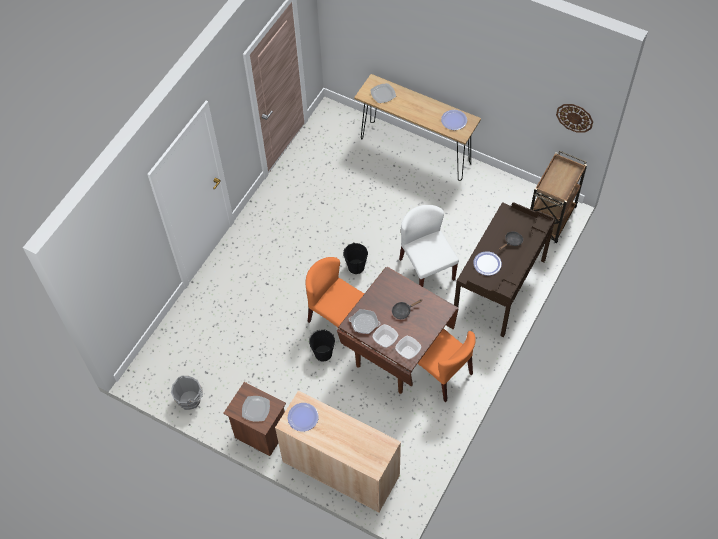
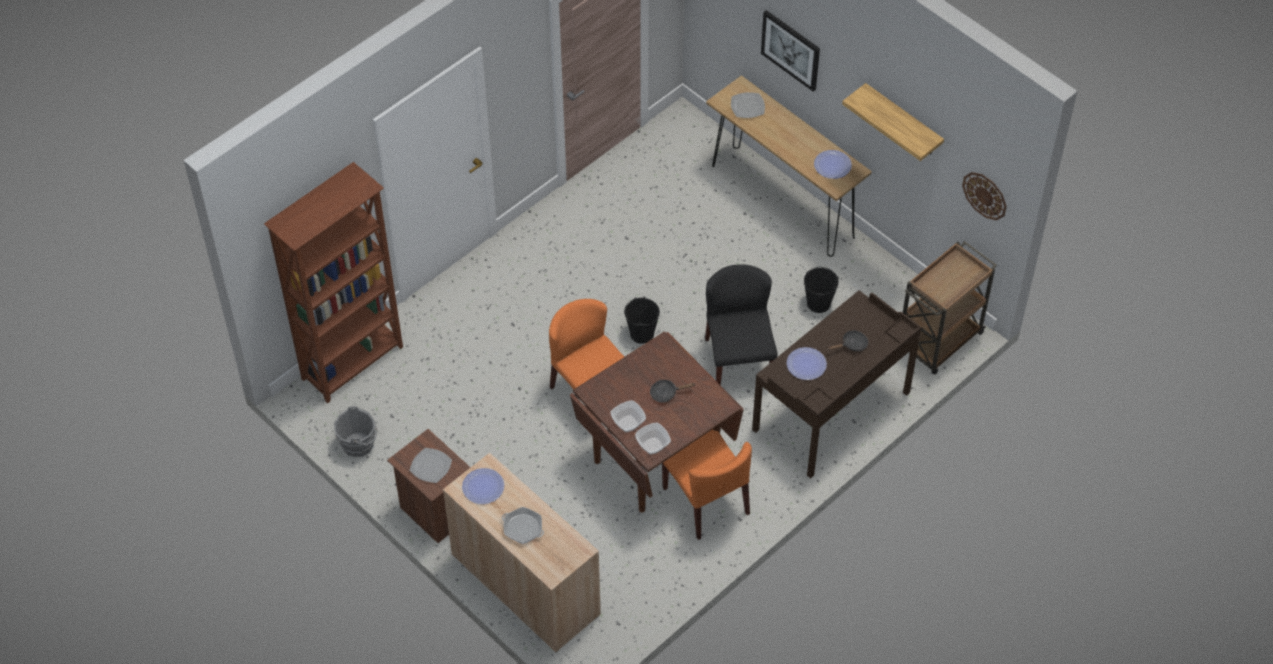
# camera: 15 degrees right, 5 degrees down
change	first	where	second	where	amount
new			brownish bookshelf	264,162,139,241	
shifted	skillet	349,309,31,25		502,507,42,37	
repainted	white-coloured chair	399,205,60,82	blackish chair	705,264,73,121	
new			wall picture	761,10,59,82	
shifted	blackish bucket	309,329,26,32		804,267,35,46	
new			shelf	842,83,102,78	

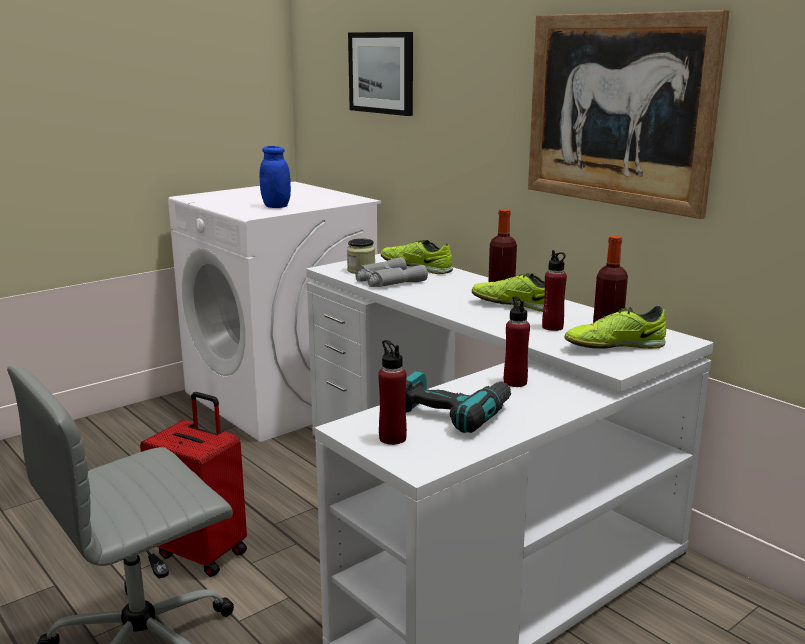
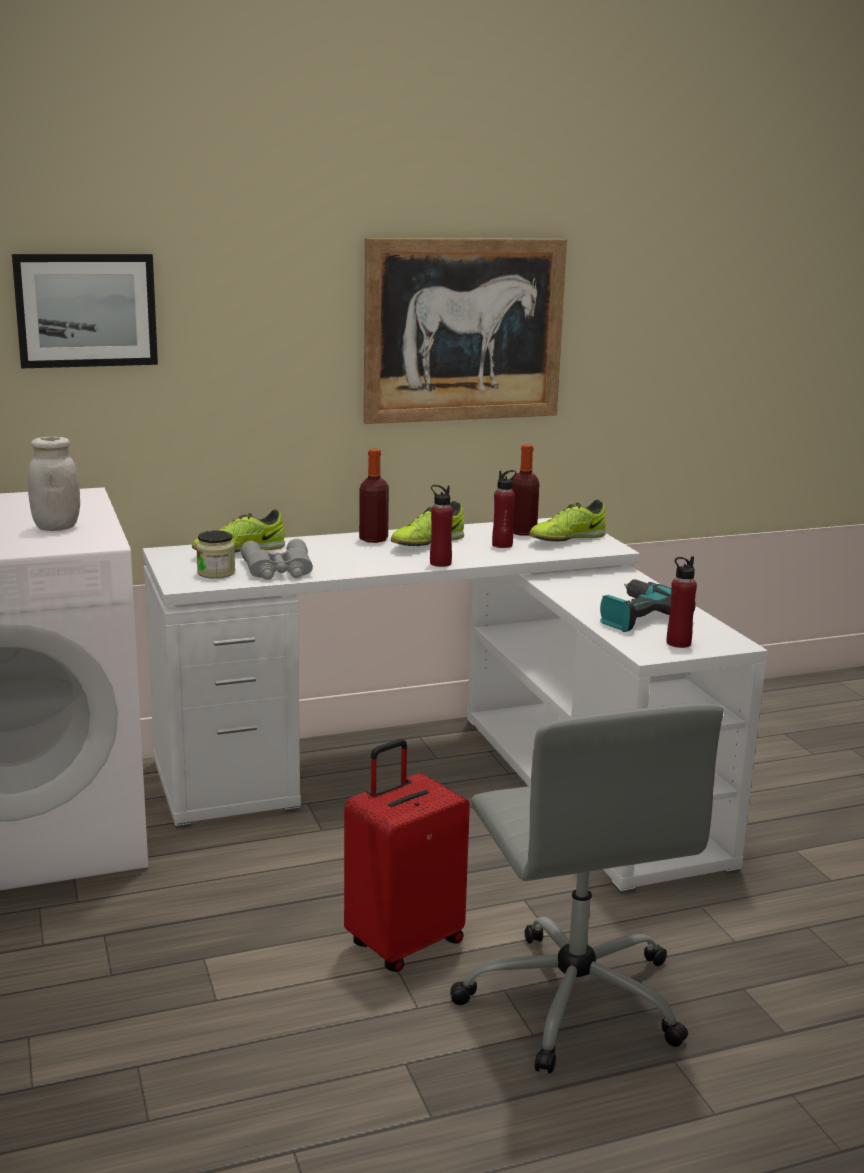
# camera: 70 degrees left, 0 degrees up
change	first	where	second	where	amount
repainted	blue storage jar	260,146,31,62	white-coloured storage jar	28,437,52,94	
shifted	red-coloured bottle	504,296,26,91		430,485,23,82	
rotated	shoe	564,306,102,43		529,499,77,43	45 degrees clockwise

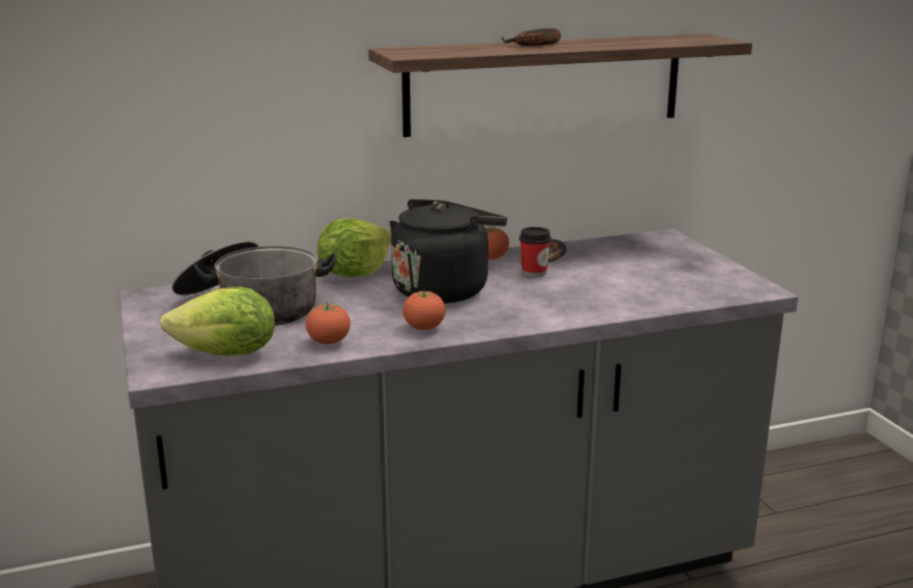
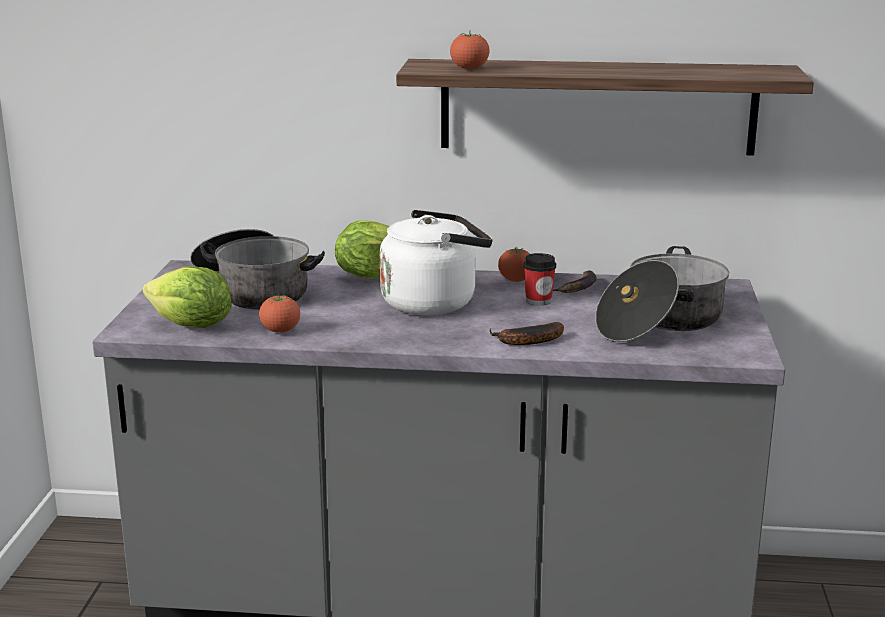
# camera: 25 degrees right, 0 degrees up
change	first	where	second	where	amount
repainted	blackish kettle	390,199,117,105	white-coloured kettle	380,210,113,105	
shifted	tomato	403,290,43,40		450,31,40,38	
shifted	banana	501,28,60,18		490,322,74,23	
new			saucepot	595,246,134,96	

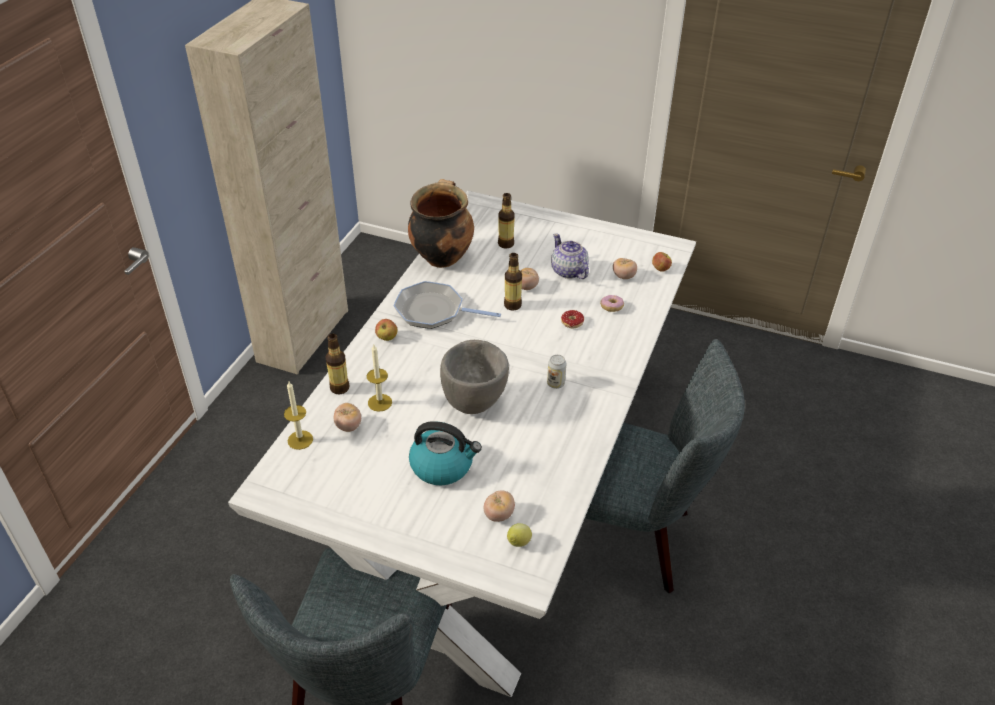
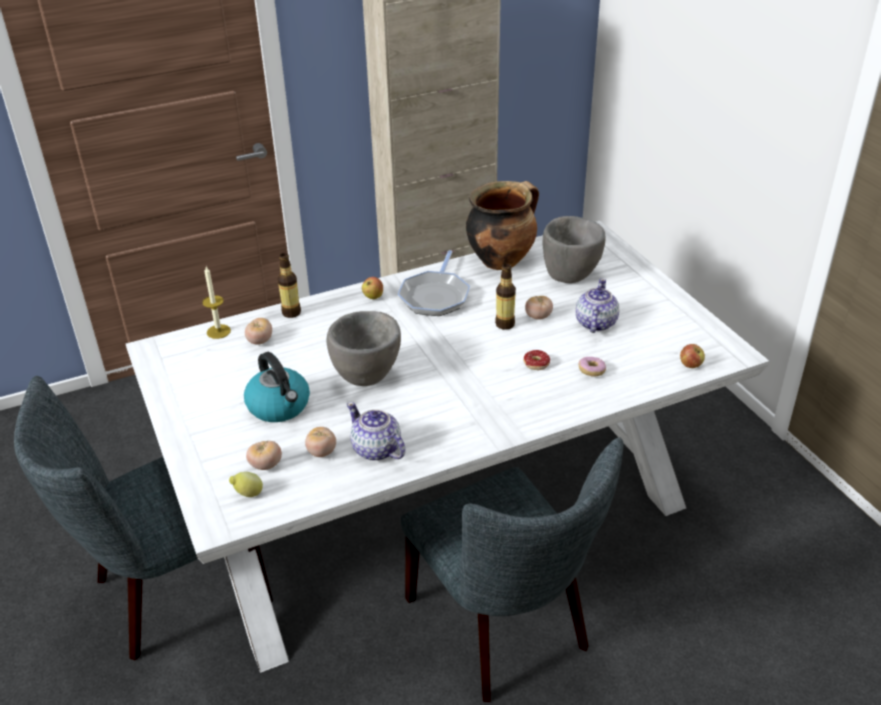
# camera: 45 degrees right, 5 degrees down
change	first	where	second	where	amount
shifted	tomato	613,258,24,21		305,427,31,30	
new			teapot	347,402,59,59	
rotated	skillet	393,281,108,48		398,250,72,66	135 degrees counterclockwise
swapped	bottle	498,193,17,55	gray deep dish	543,216,63,67	
gone	wax light	367,345,25,67			
gone	sealed can	547,355,19,34			

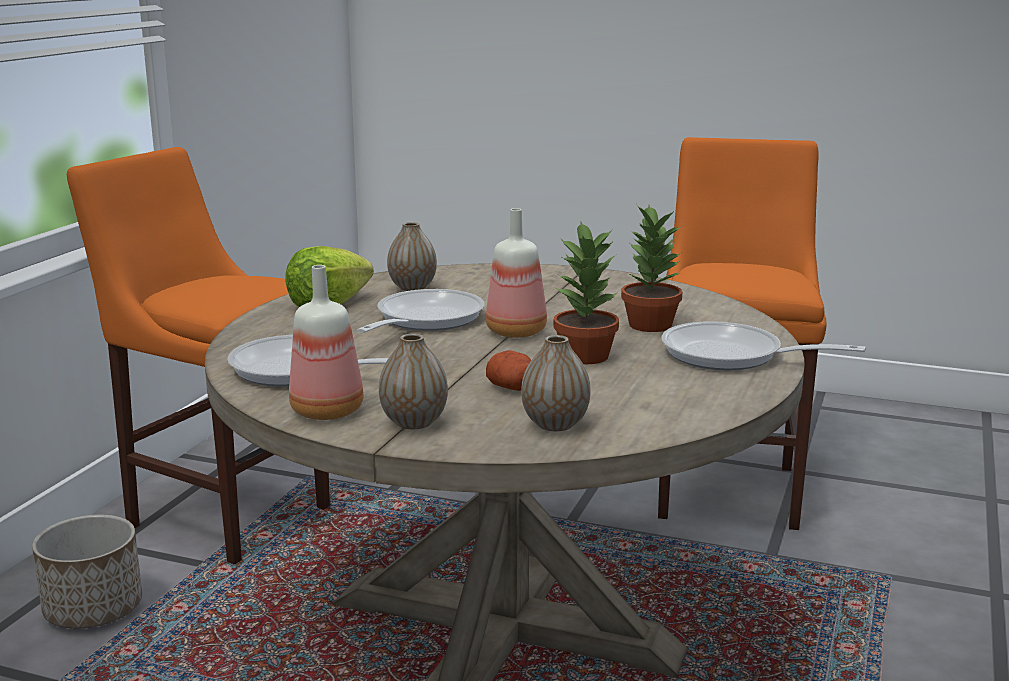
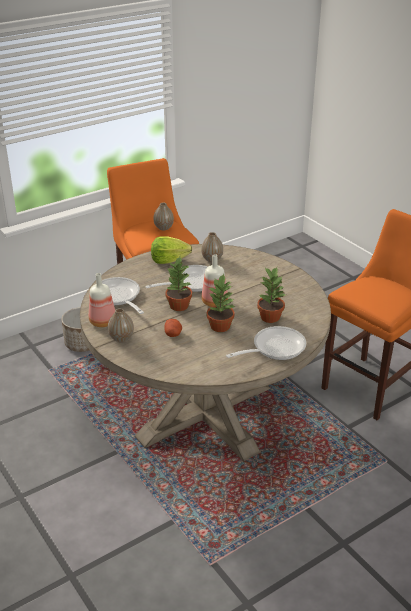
# camera: 35 degrees right, 15 degrees up
change	first	where	second	where	amount
shifted	flower vase	521,335,69,96		154,203,20,27	
new			potted plant	166,257,26,54	
rotated	skillet	661,321,205,49		226,326,80,34	90 degrees clockwise

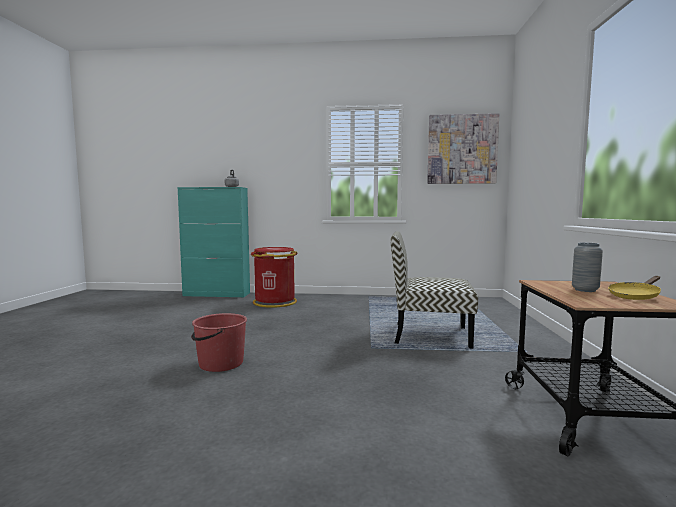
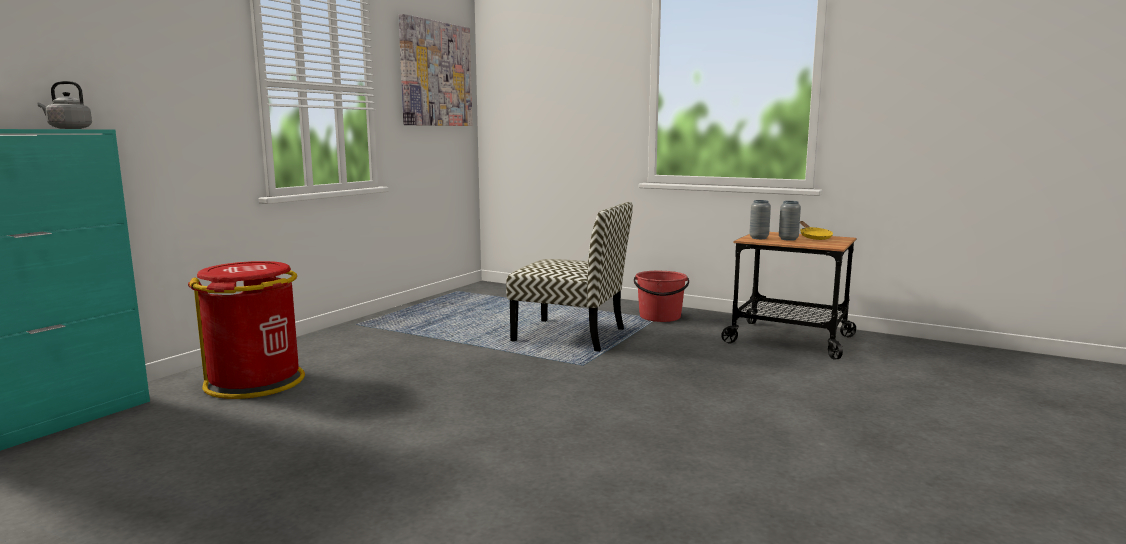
# camera: 65 degrees left, 5 degrees up
change	first	where	second	where	amount
rotated	chair	391,231,87,118		506,202,127,150	105 degrees counterclockwise
shifted	red-coloured bucket	191,313,56,59		634,271,55,51	
new			gray flower vase	749,200,22,39	

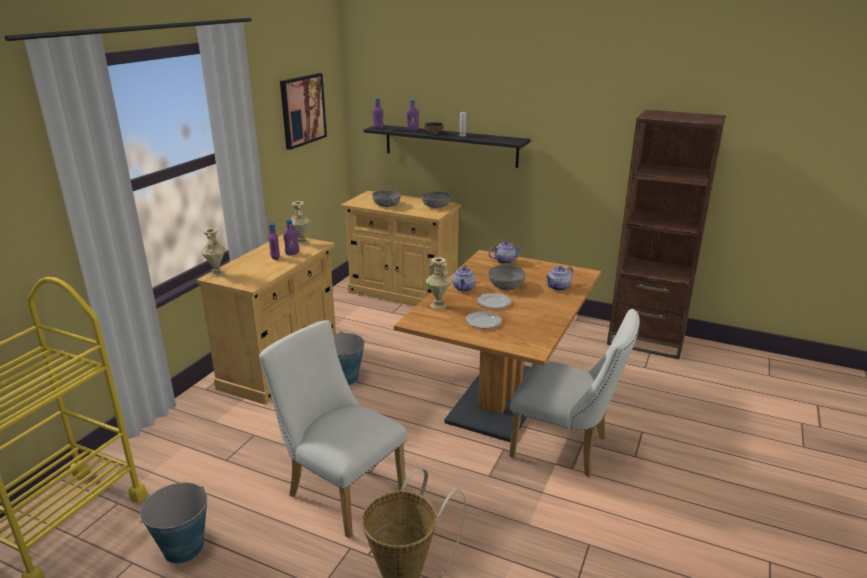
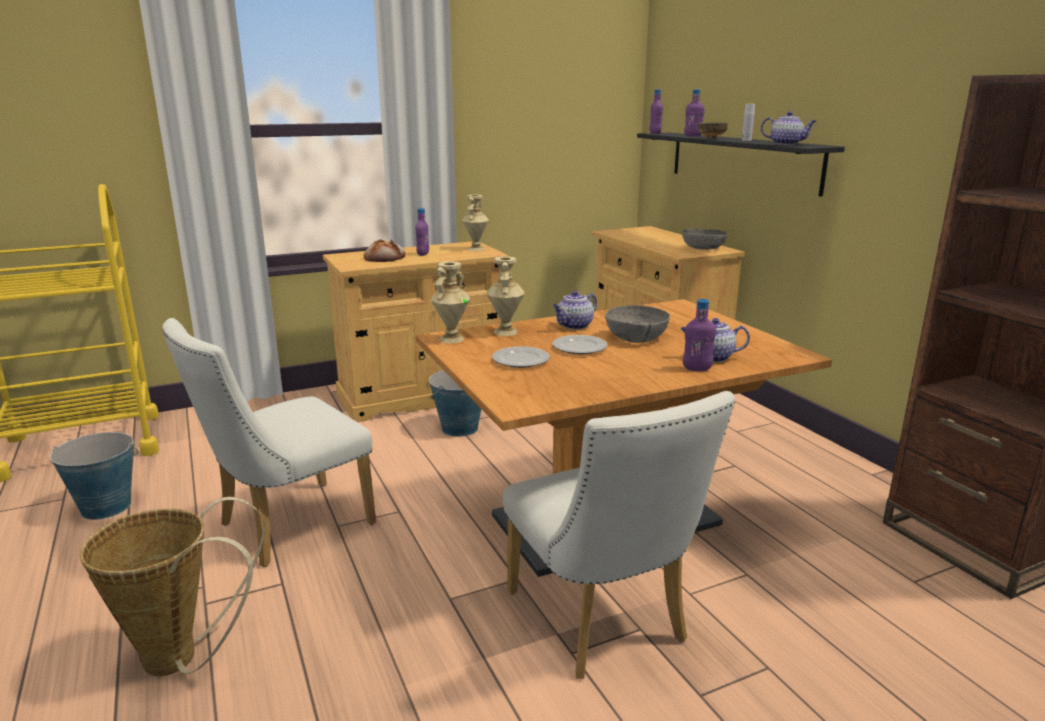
# camera: 40 degrees right, 5 degrees down
change	first	where	second	where	amount
rotated	white-coloured chair	259,320,148,218		163,318,213,249	120 degrees counterclockwise
new			bread	364,239,42,23	
shifted	beige flower vase	201,228,25,49		431,261,39,82	
shifted	purple-coloured bottle	283,219,16,36		683,299,33,72	
shifted	teapot	488,241,34,23		761,111,55,34	
gone	wall picture	280,73,47,77			
gone	gray deep dish	372,190,29,17			

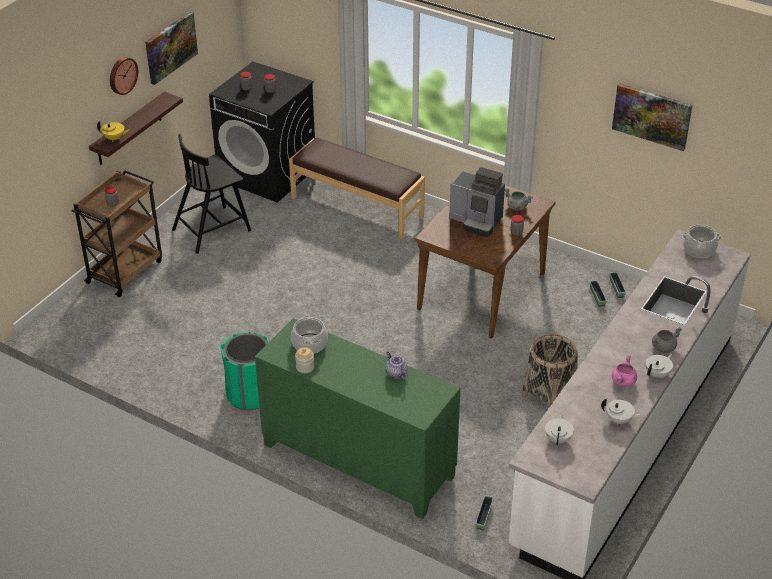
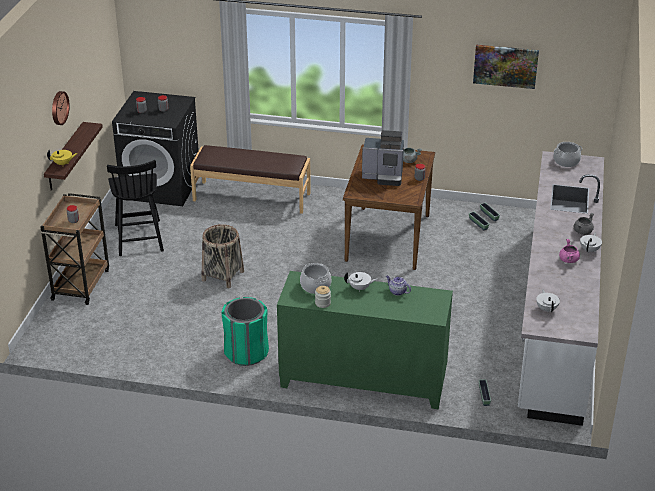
# camera: 20 degrees left, 5 degrees down
change	first	where	second	where	amount
rotated	blackish chair	172,134,79,120		107,160,57,96	45 degrees counterclockwise
shifted	basket	522,334,56,72		202,224,42,64	
shifted	white-coloured teapot	601,399,41,26		344,272,33,20	
gone	wall picture	145,12,53,73			

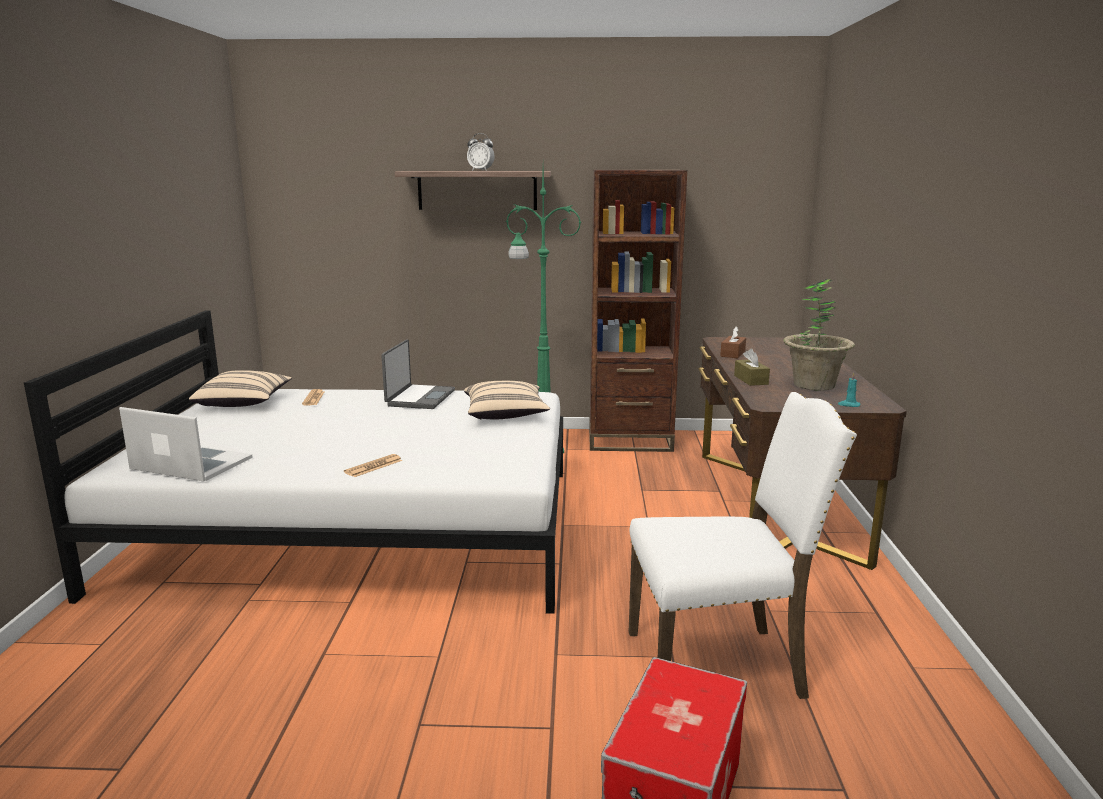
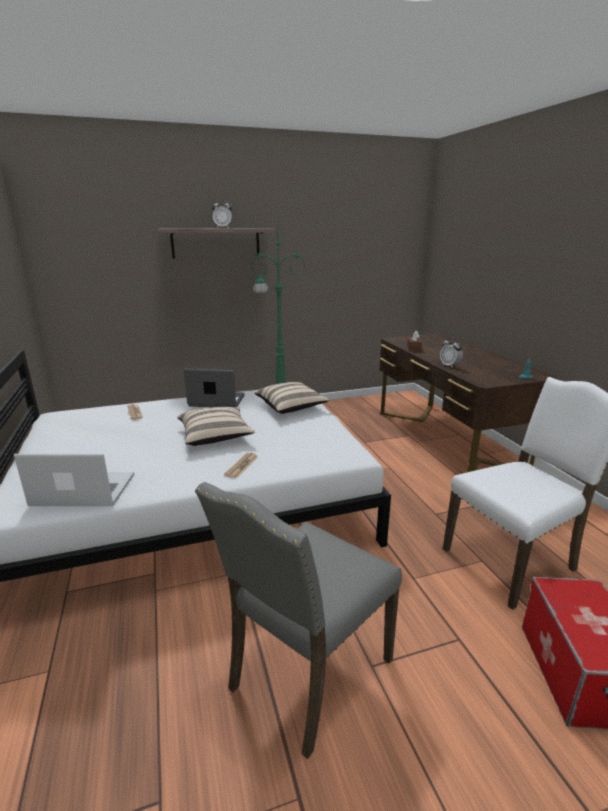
# camera: 20 degrees left, 5 degrees up
change	first	where	second	where	amount
shifted	beige pillow	189,370,103,37		177,407,78,39	
rotated	laptop	381,339,74,70		184,369,61,38	75 degrees counterclockwise
new			gray chair	195,482,207,277	
swapped	brownish tissue holder	734,349,36,37	alarm clock	440,337,23,30	
gone	brownish bookshelf	589,170,98,282			
gone	potted plant	783,279,72,112			

